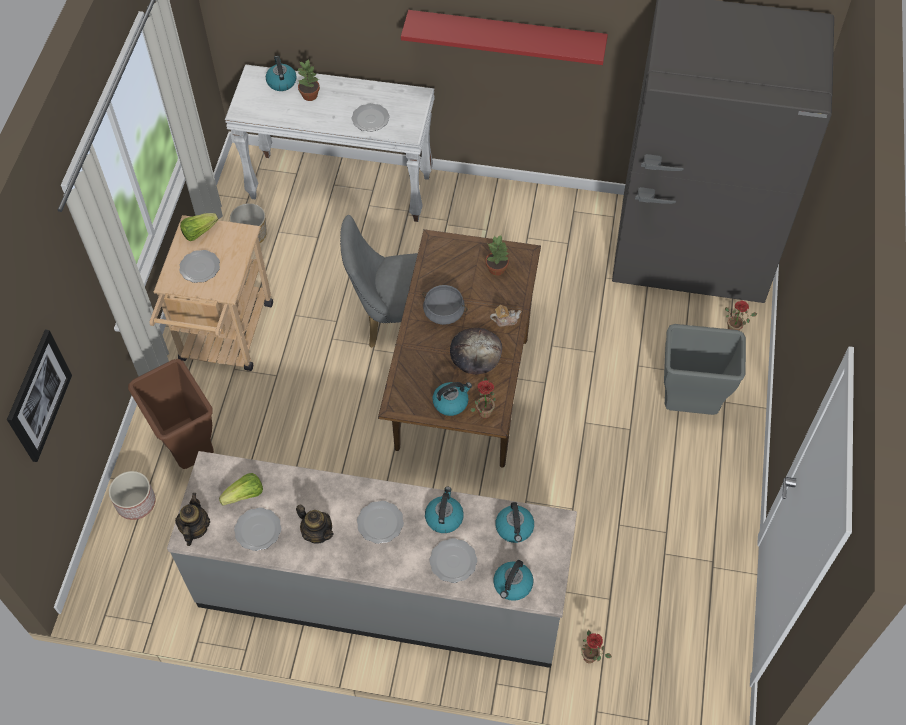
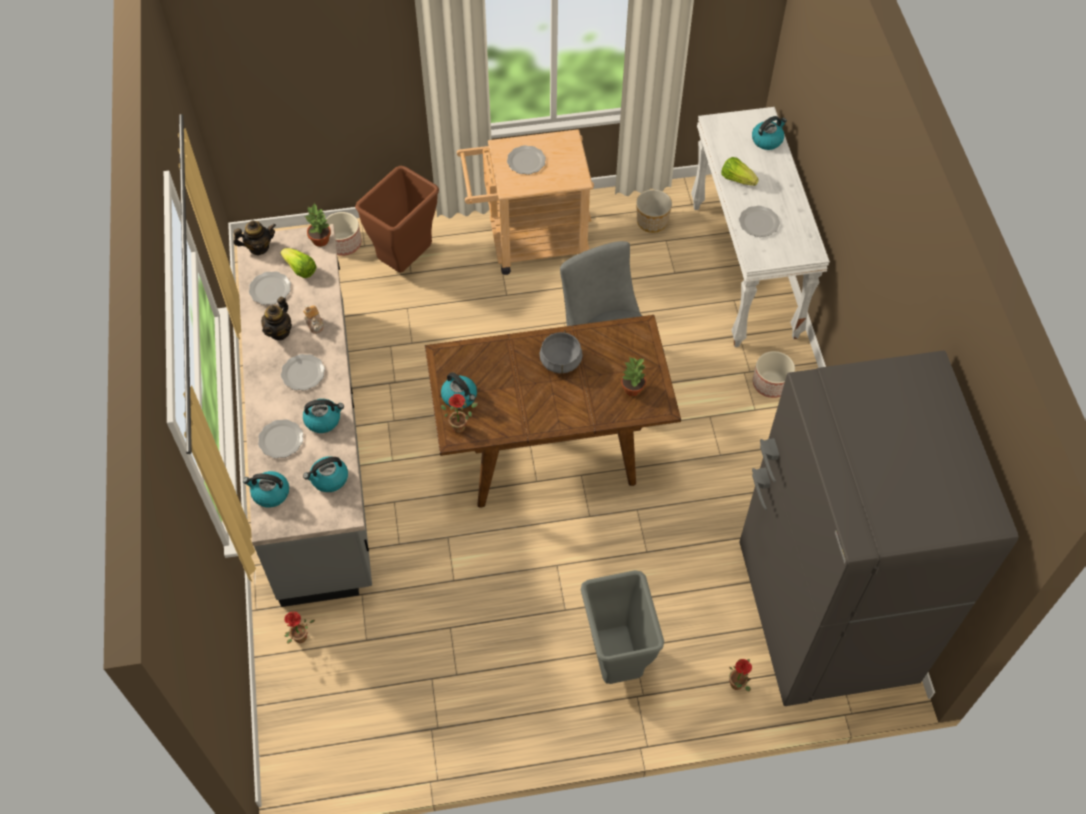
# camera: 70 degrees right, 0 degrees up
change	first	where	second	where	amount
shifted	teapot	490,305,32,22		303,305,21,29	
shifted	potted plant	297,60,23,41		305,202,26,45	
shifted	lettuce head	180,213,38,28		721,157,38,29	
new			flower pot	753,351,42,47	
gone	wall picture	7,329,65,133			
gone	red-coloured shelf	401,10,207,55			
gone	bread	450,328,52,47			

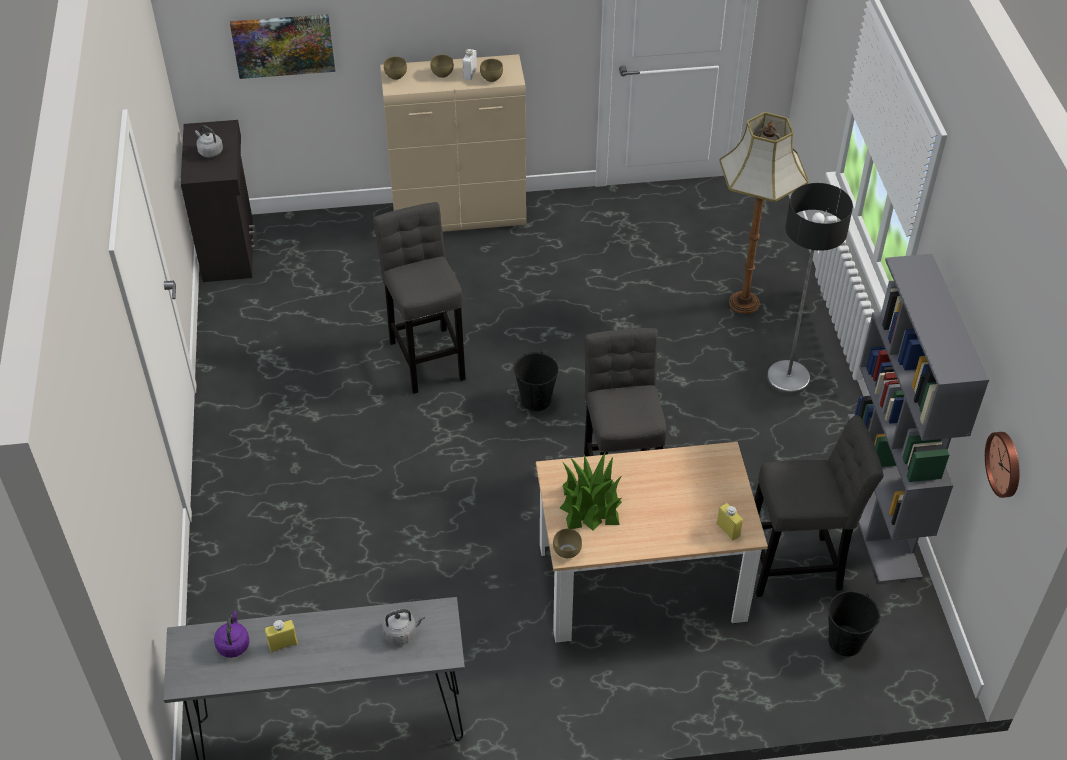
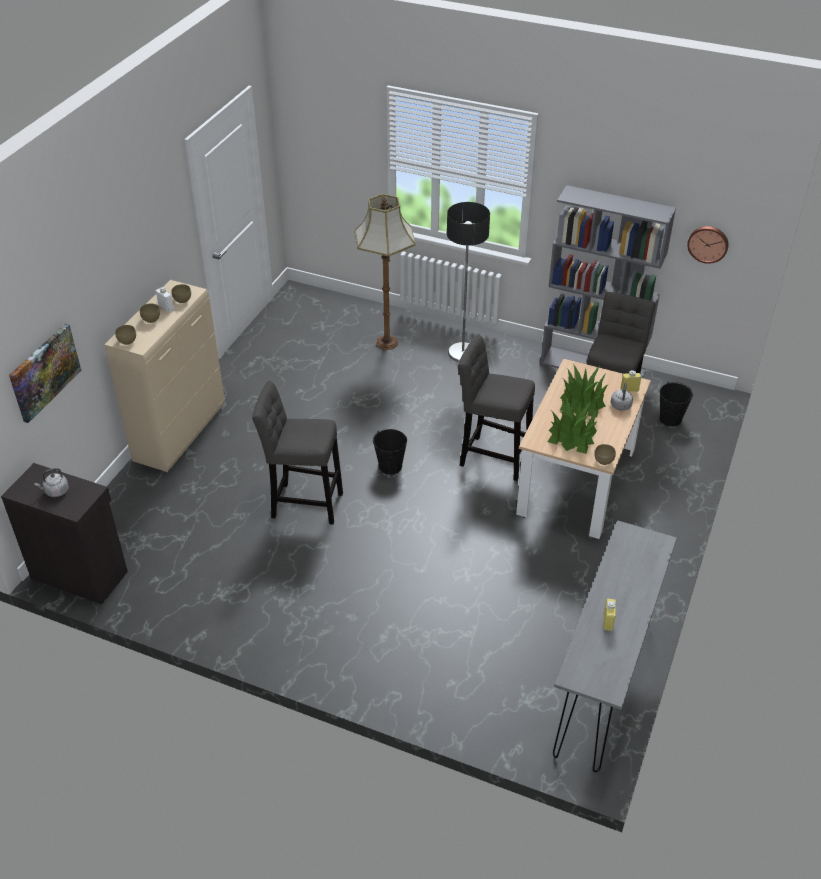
# camera: 60 degrees left, 5 degrees down
change	first	where	second	where	amount
new			potted plant	560,364,49,54	
shifted	gray kettle	382,609,43,36		611,383,22,28	
gone	purple-coloured kettle	214,611,35,47			

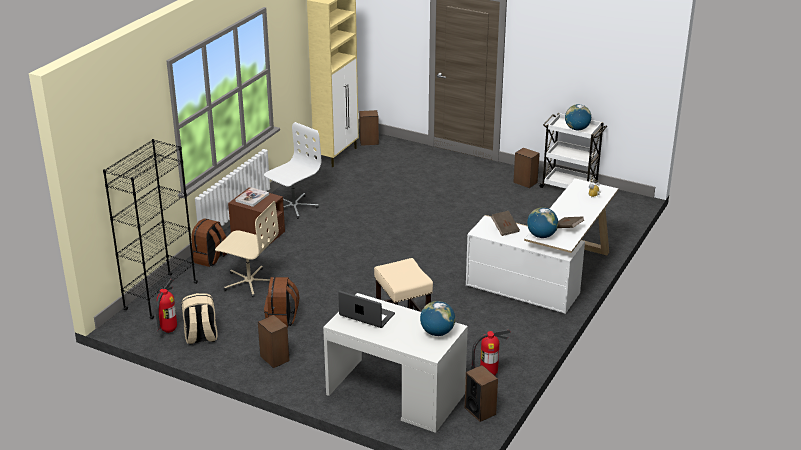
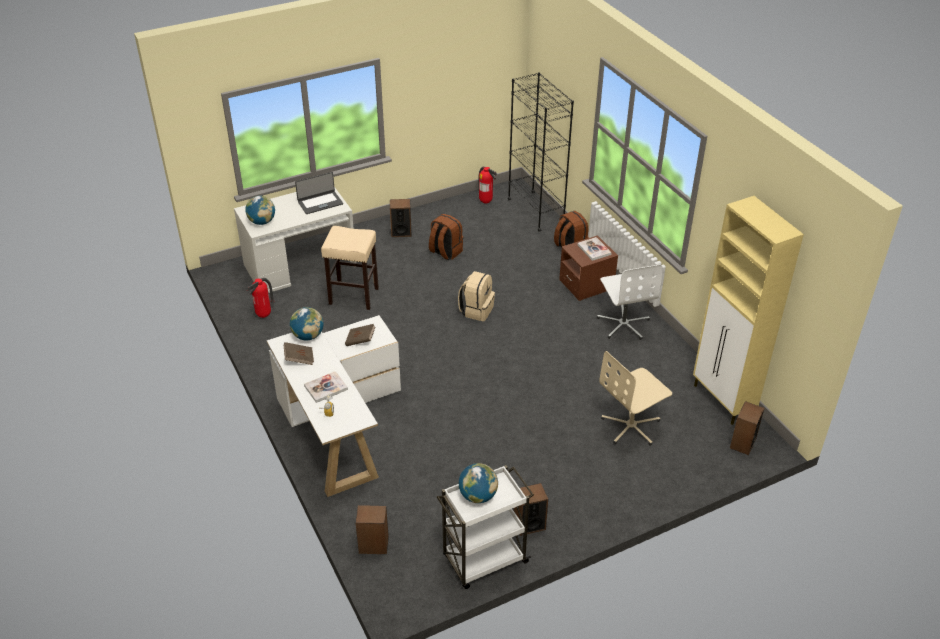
# camera: 125 degrees right, 10 degrees up
change	first	where	second	where	amount
new			book	304,371,44,32	
shifted	audio speaker	465,365,33,57		356,505,33,49	
shifted	beige knapsack	182,293,36,52		458,271,37,50	
shifted	beige computer chair	215,201,64,96		599,351,73,95	

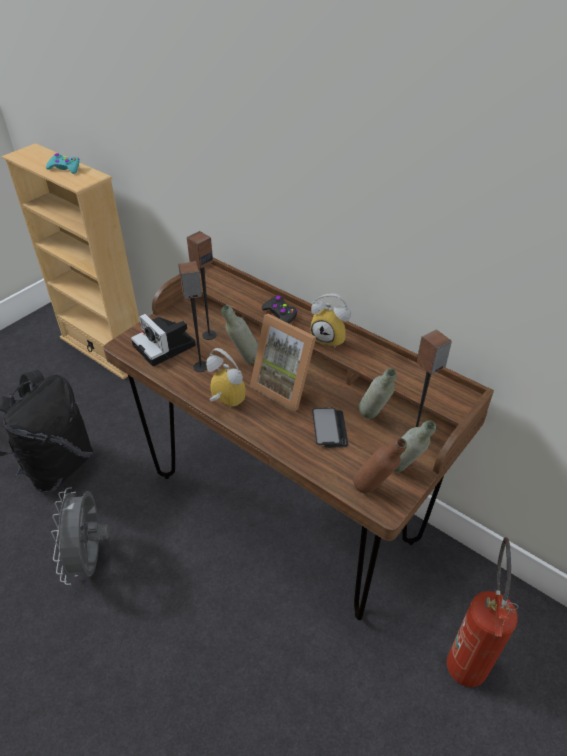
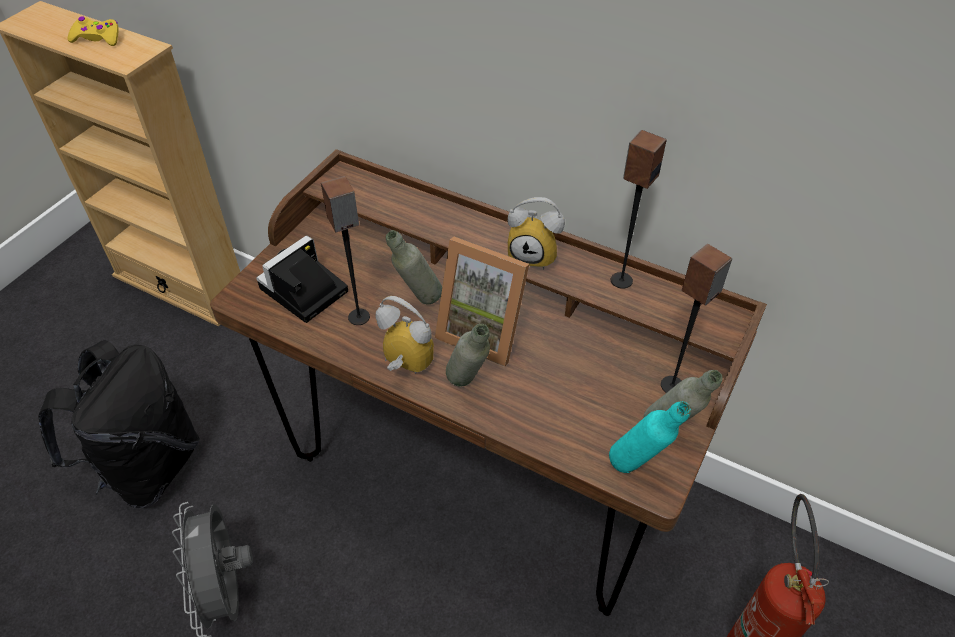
# camera: 10 degrees left, 5 degrees up
change	first	where	second	where	amount
repainted	blue-green joypad	46,153,34,21	yellowish joypad	67,16,52,30	
rotated	still camera	131,314,65,52		256,236,92,87	90 degrees clockwise
shifted	gray bottle	359,368,38,51		446,324,44,63	
repainted	brownish bottle	354,438,53,56	blue-green bottle	609,401,82,72	
shifted	audio speaker	187,231,30,109		611,130,56,159	
gone	blackish joypad	262,296,36,28			
gone	handset	312,408,37,40			

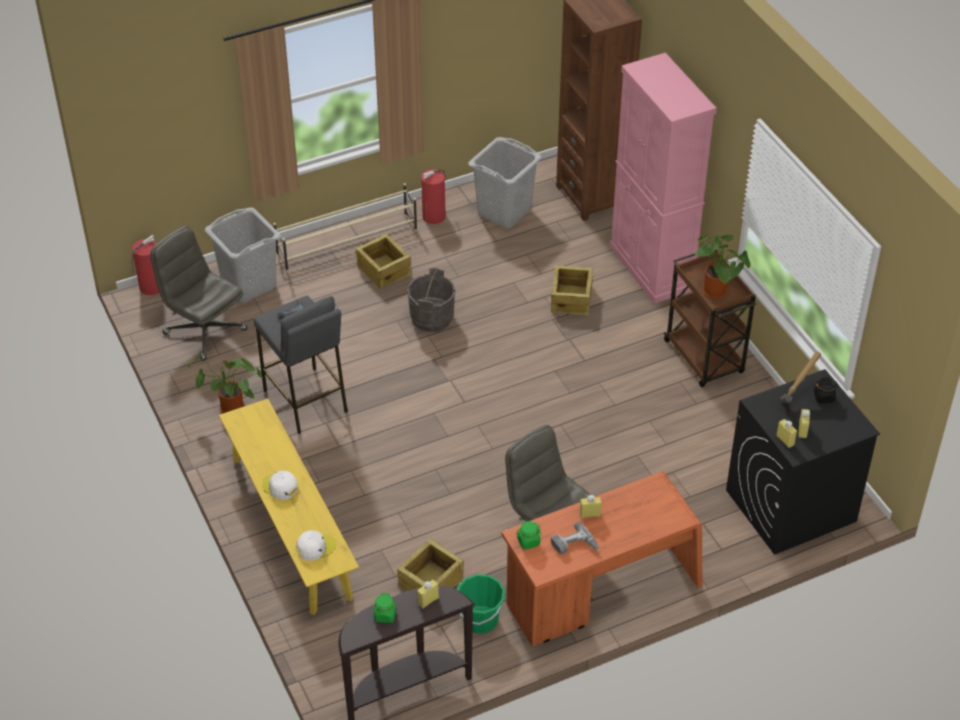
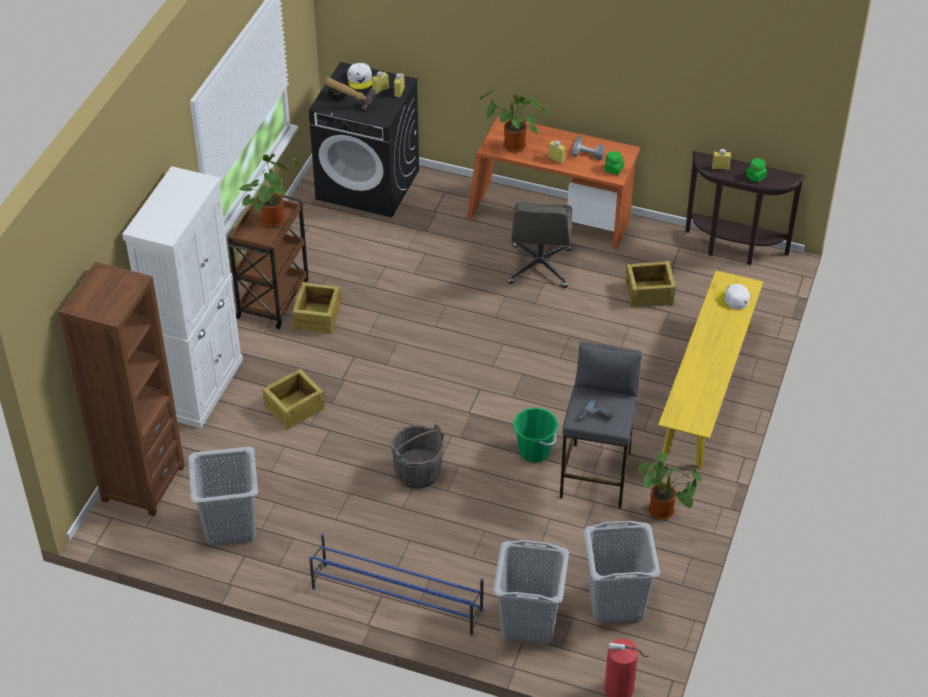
# camera: 135 degrees left, 0 degrees up
change	first	where	second	where	amount
repainted	pinkish cabinet	610,53,107,251	white-coloured cabinet	122,166,121,262	
shifted	crate	356,234,56,55		293,282,48,52	
repainted	beige shoe rack	273,183,144,89	blue shoe rack	309,533,174,103	
shifted	white-coloured baseball cap	262,471,36,29		347,63,25,27	
new			potted plant	480,87,67,65	
shifted	green-coloured bucket	457,574,48,60		513,407,46,56	
swapped	gray computer chair	150,226,97,135	gray hamper	584,521,76,102	
gone	extinguisher	421,169,25,55			

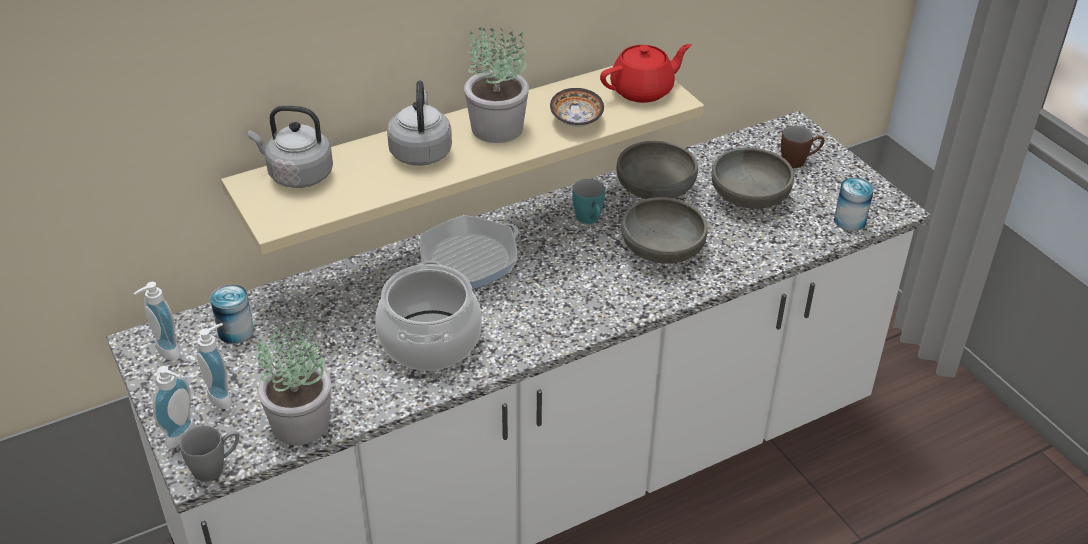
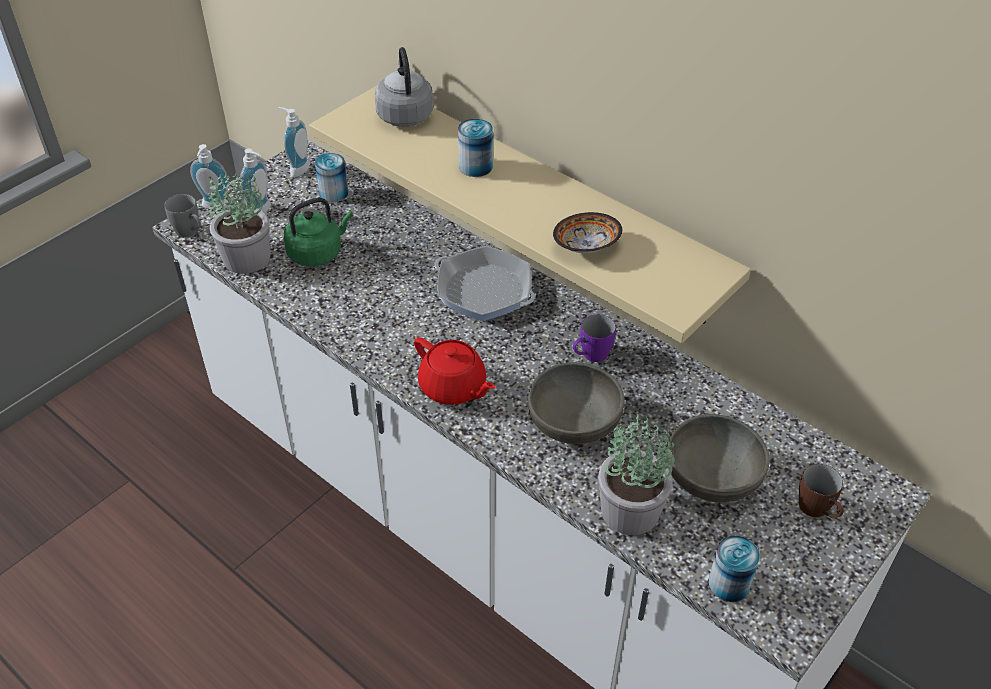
# camera: 70 degrees right, 5 degrees up
change	first	where	second	where	amount
new			green-coloured kettle	284,198,69,68	
shifted	red-coloured teapot	600,44,92,59		414,337,81,68	
swapped	gray kettle	387,81,65,85	sealed can	458,119,35,58	
repainted	blue-green mug	572,179,33,45	purple-coloured mug	573,314,43,48	
shifted	potted plant	464,26,65,117		598,413,77,122	
gone	saucepot	375,261,107,110			
gone	gray deep dish	617,141,81,58			

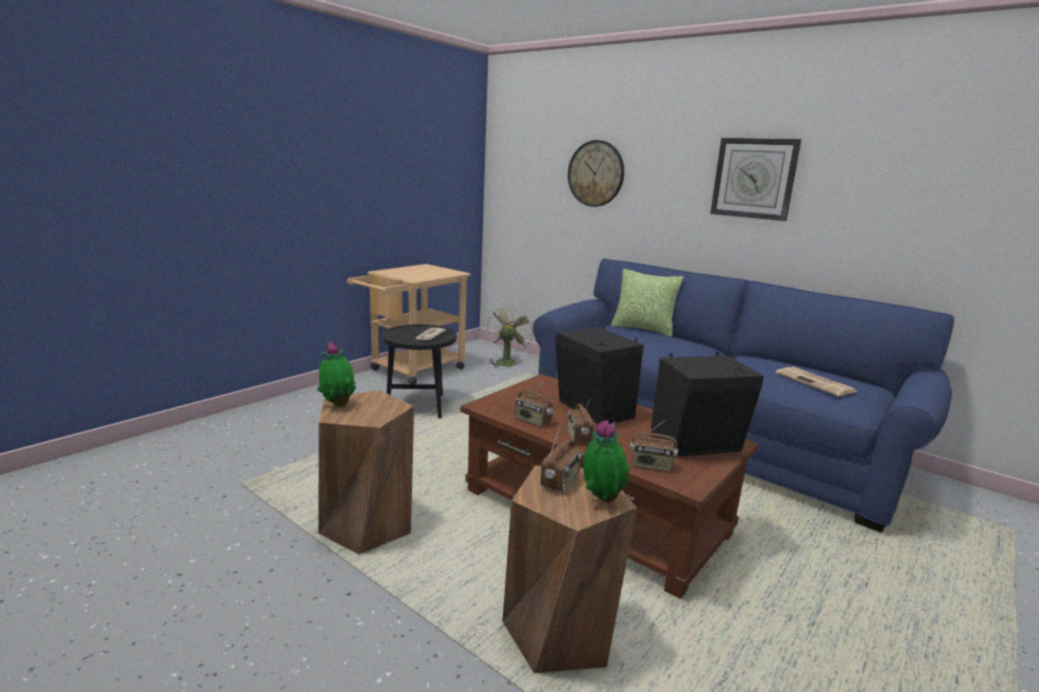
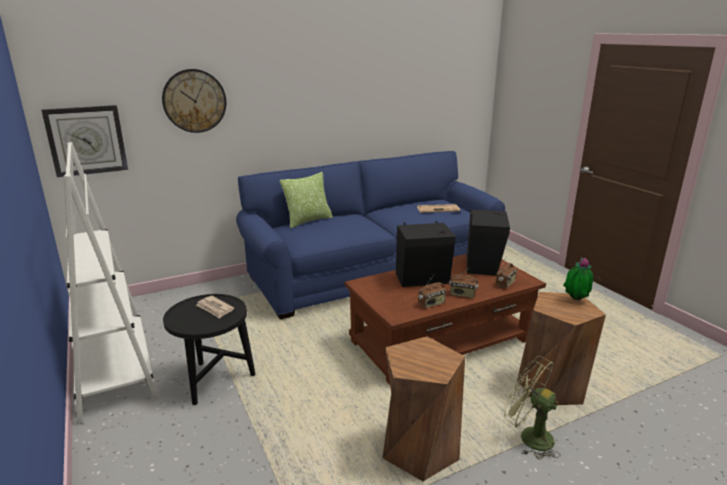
# camera: 65 degrees left, 5 degrees up
change	first	where	second	where	amount
shifted	clock on the wall	710,138,92,83		41,105,87,72	
swapped	beige cart	347,264,123,120	white-coloured bookshelf	64,142,96,282	
shifted	green-coloured fan	487,305,46,63		503,356,58,104	
gone	potted plant	317,341,39,66			
gone	radio receiver	540,426,42,66			

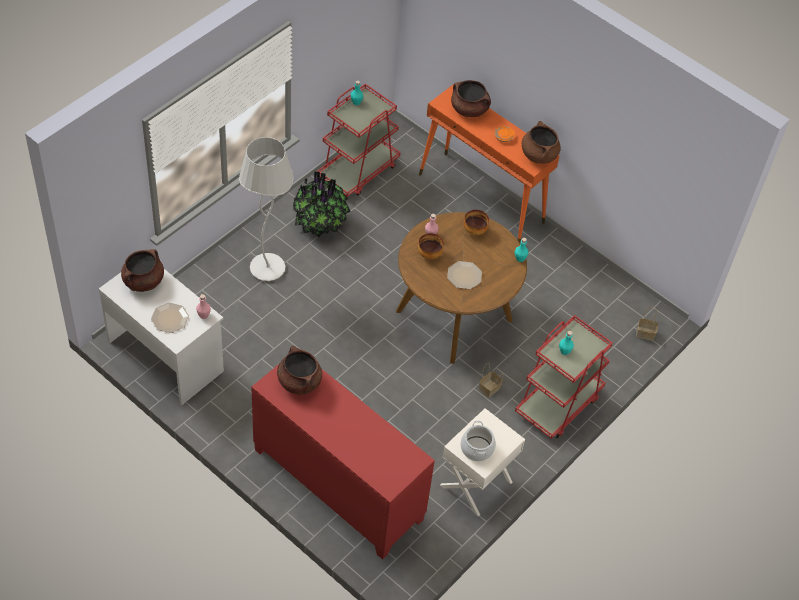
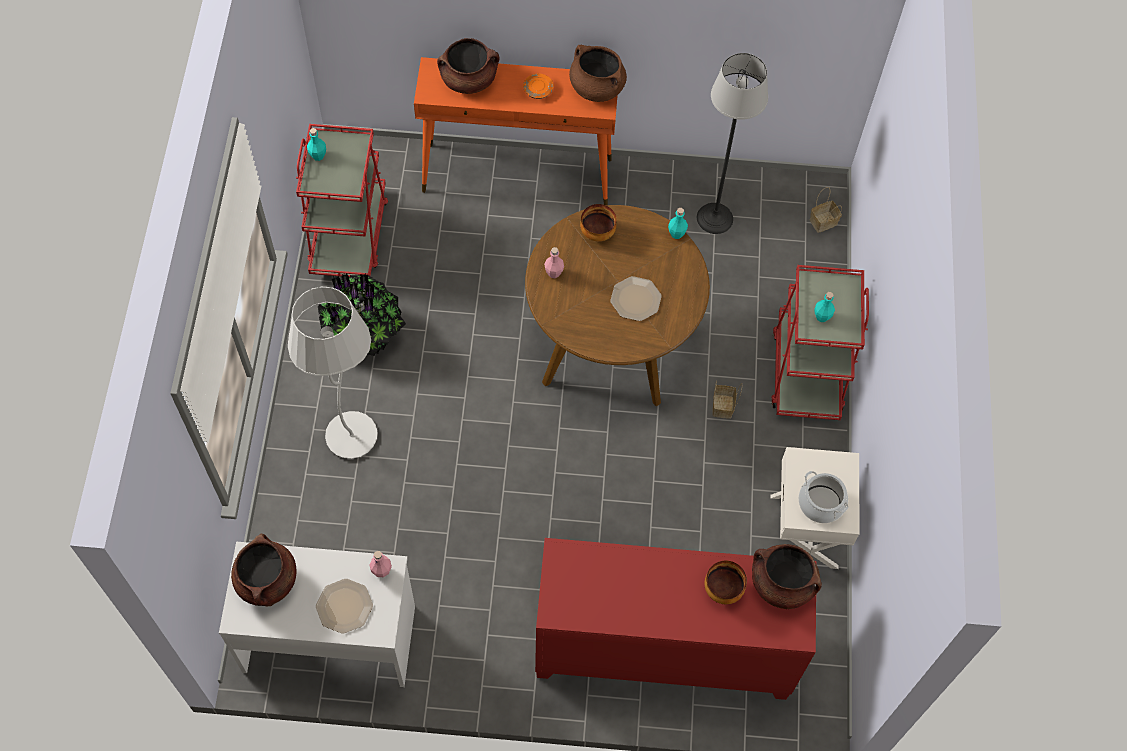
# camera: 35 degrees left, 10 degrees up
change	first	where	second	where	amount
new			standard lamp	697,53,71,181	
shifted	deep dish	418,233,26,26		704,561,43,43	
shifted	brownish saucepot	277,346,45,49		752,544,70,65	

